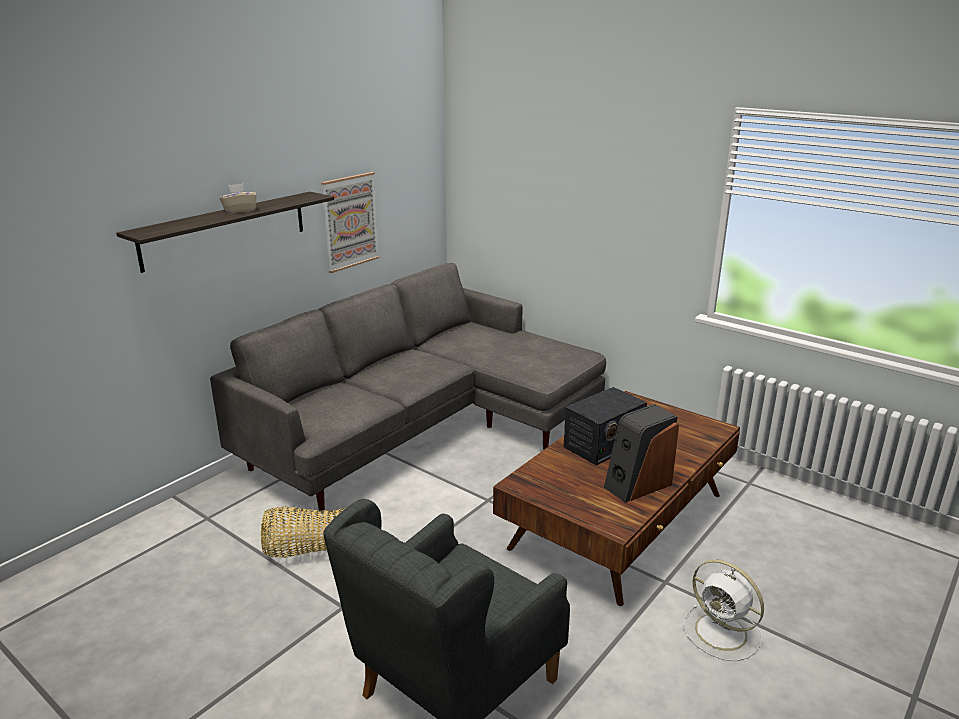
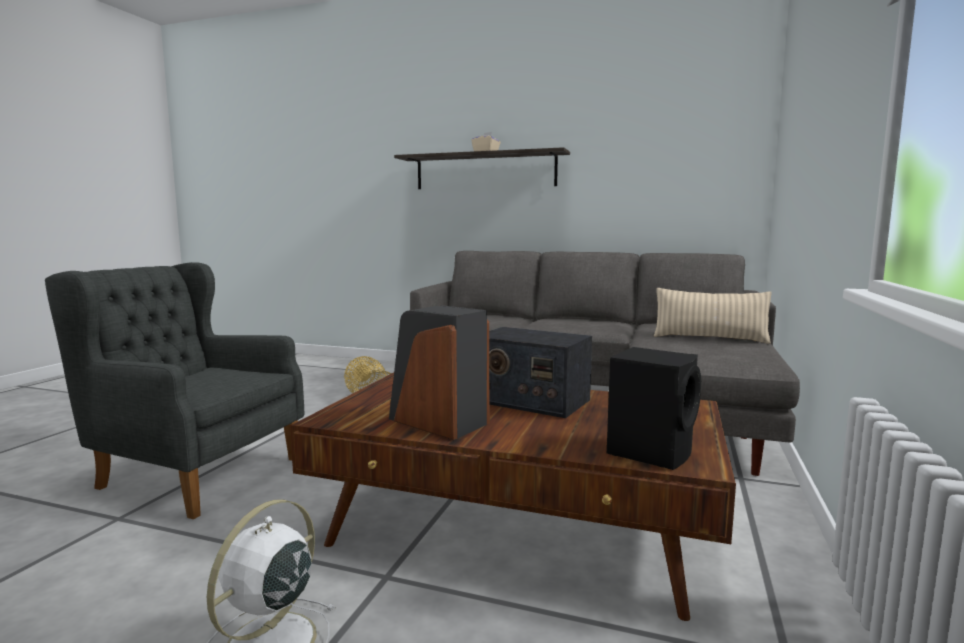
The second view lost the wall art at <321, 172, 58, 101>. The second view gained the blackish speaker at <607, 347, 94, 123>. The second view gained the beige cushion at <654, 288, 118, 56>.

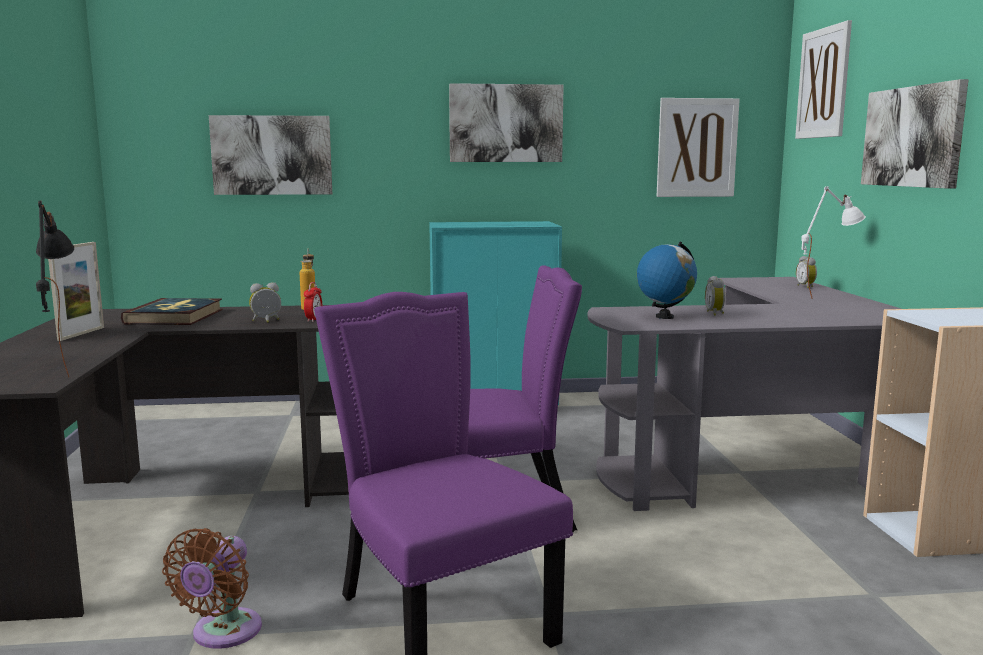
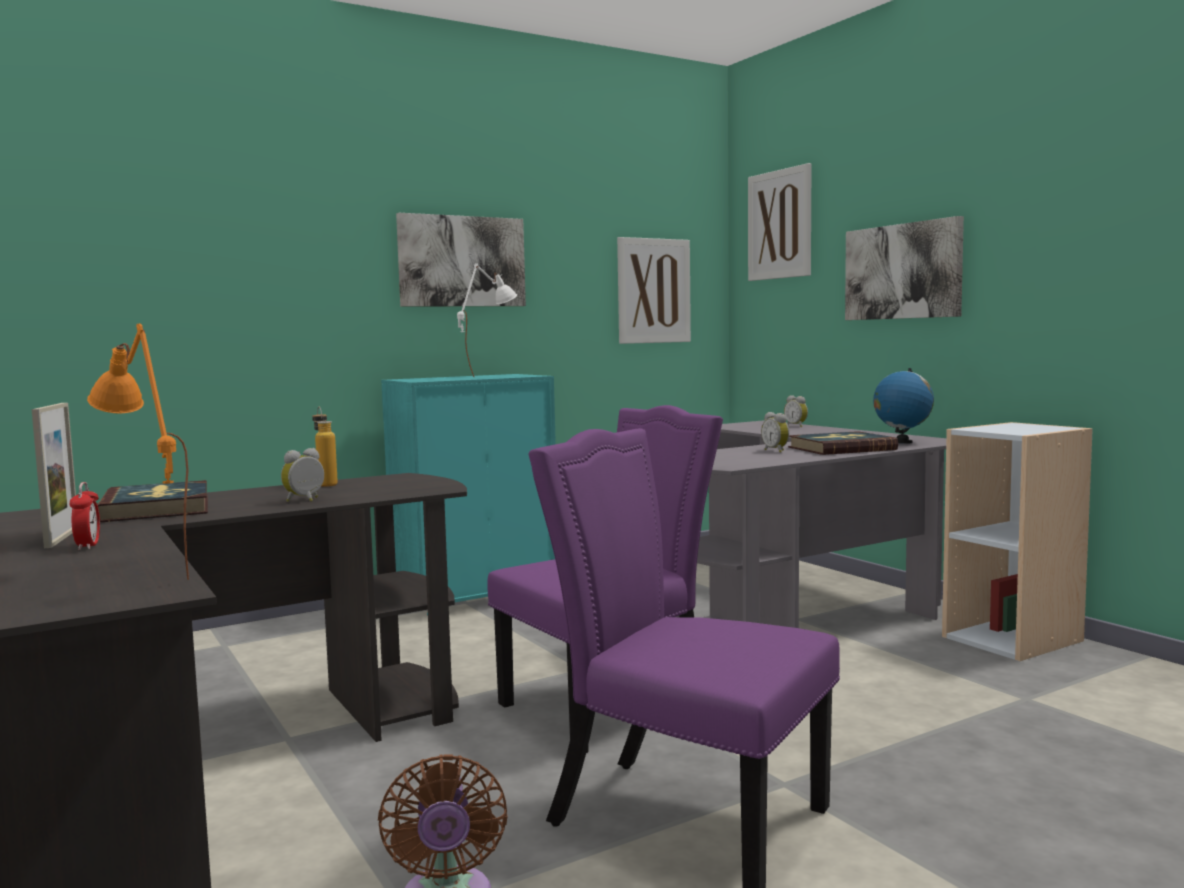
What was the blackish table lamp at <36, 200, 38, 177> turned into the orange table lamp at <87, 324, 102, 256>. The second view lost the wall art at <209, 115, 123, 80>. The alarm clock ended up elsewhere, having gone from <304, 282, 18, 40> to <69, 482, 31, 68>. The globe ended up elsewhere, having gone from <637, 241, 60, 78> to <873, 368, 61, 76>. The whitish table lamp ended up elsewhere, having gone from <801, 186, 65, 113> to <457, 263, 60, 114>. The second view gained the volume at <788, 431, 110, 24>.

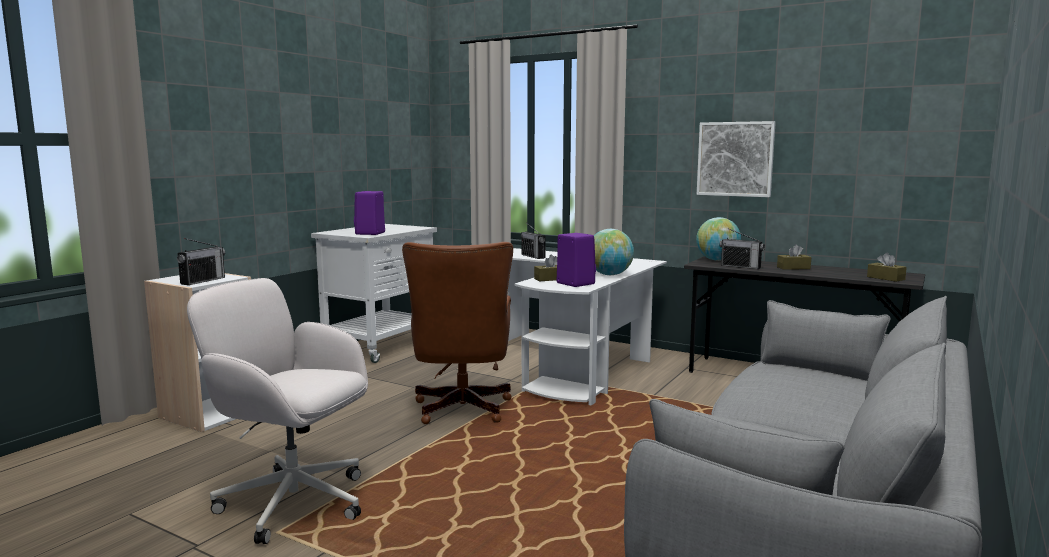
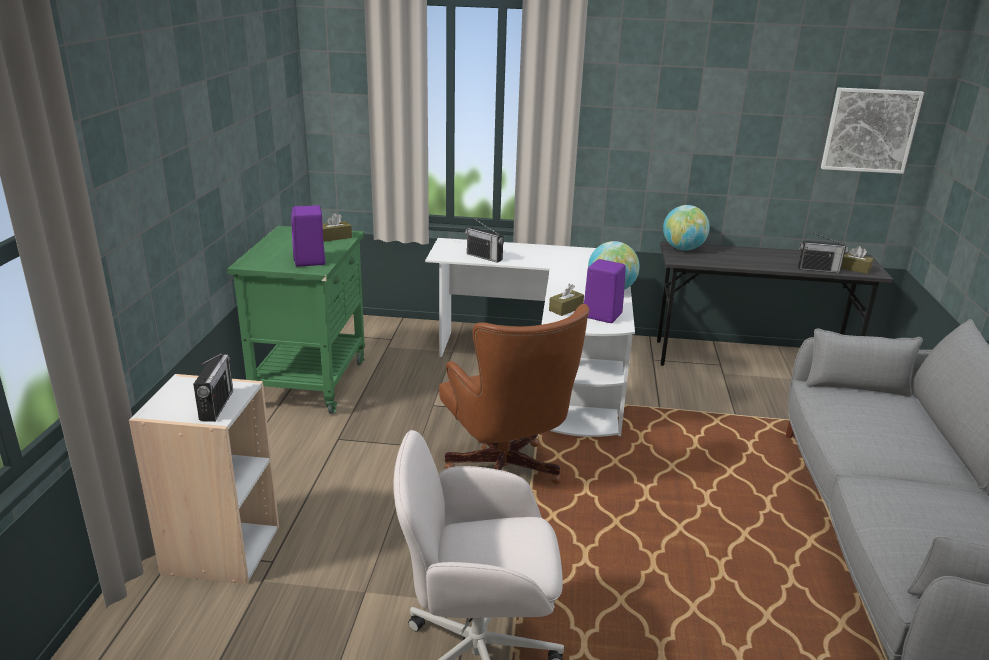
What was the whitish cart at <311, 224, 126, 139> turned into the green-coloured cart at <227, 226, 138, 188>. The wall art ended up elsewhere, having gone from <697, 121, 79, 76> to <821, 88, 103, 86>. The radio ended up elsewhere, having gone from <720, 228, 45, 41> to <798, 231, 50, 42>. The brown-coloured tissue holder ended up elsewhere, having gone from <777, 244, 34, 26> to <322, 213, 30, 29>.

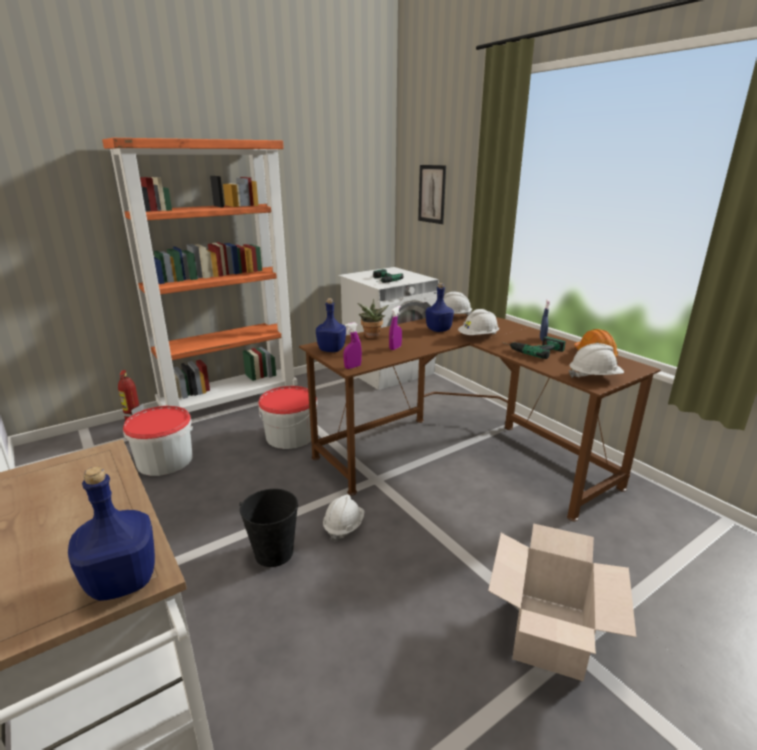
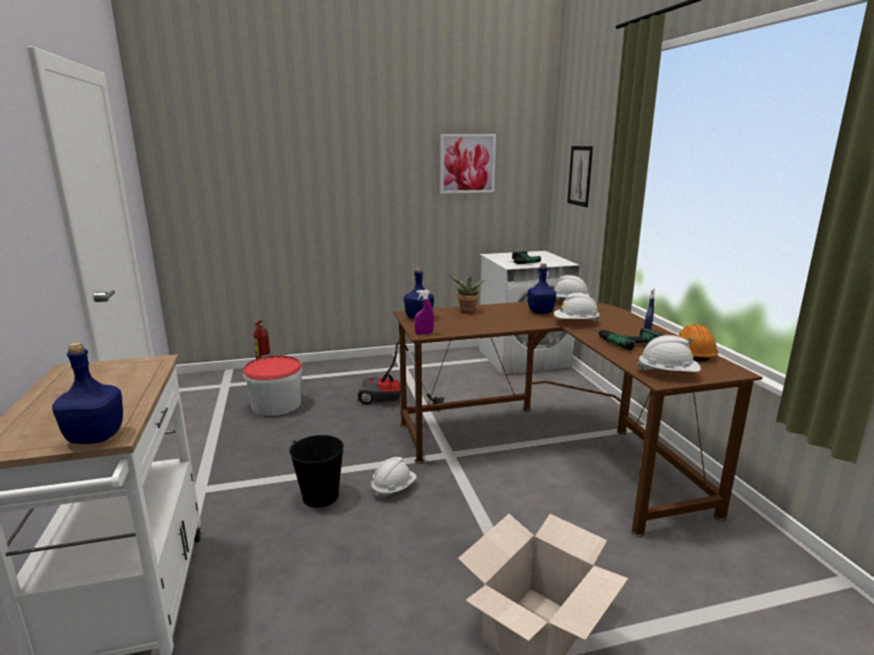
The second view lost the orange bookcase at <102, 138, 196, 274>. Where the pail stood at <258, 386, 59, 63>, the vacuum cleaner came to stand at <358, 341, 87, 71>. The second view lost the purple-coloured spray bottle at <389, 306, 13, 44>. The second view gained the wall art at <440, 134, 56, 60>.

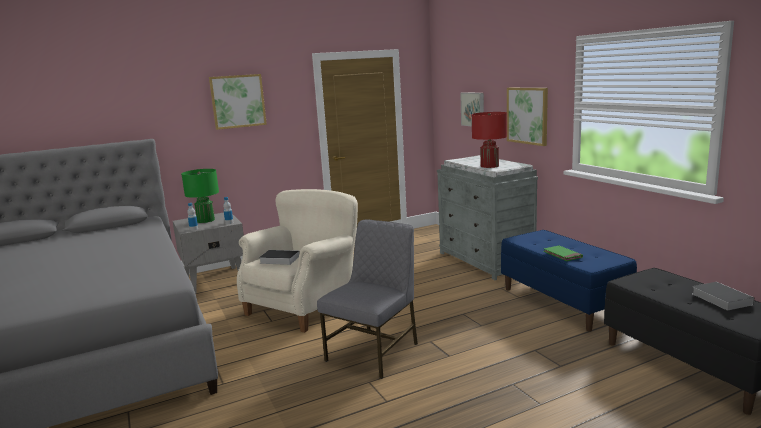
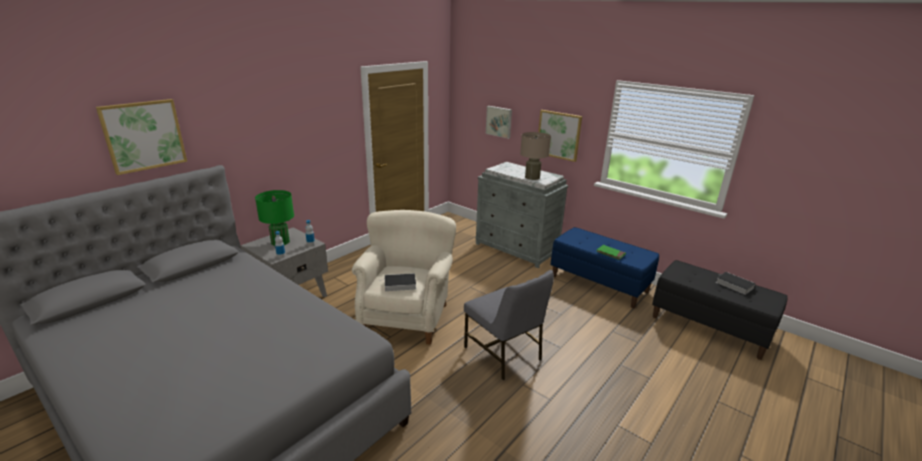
The wall art ended up elsewhere, having gone from <209, 74, 58, 56> to <96, 99, 91, 76>. The greyish chair at <317, 219, 101, 160> ended up facing another way, 135 degrees clockwise from before. What was the red table lamp at <472, 112, 35, 56> turned into the beige table lamp at <520, 132, 31, 48>.

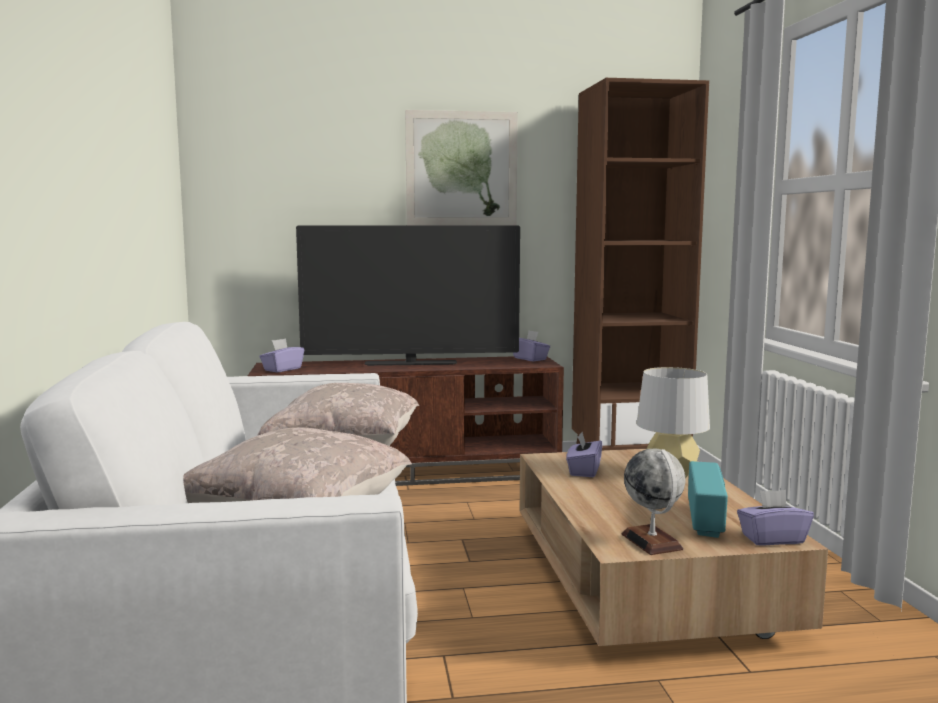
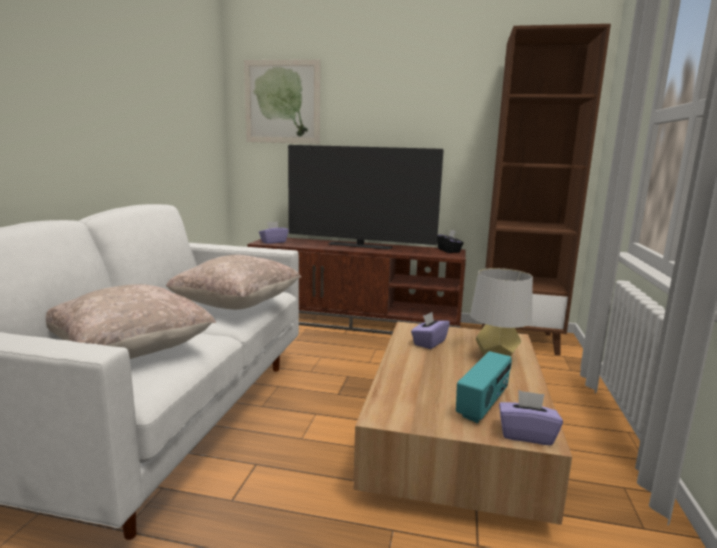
The wall art ended up elsewhere, having gone from <405, 110, 113, 115> to <244, 59, 77, 85>. What was the purple-coloured tissue holder at <513, 330, 37, 31> turned into the blackish tissue holder at <437, 230, 27, 23>. The second view lost the globe at <622, 449, 63, 106>.

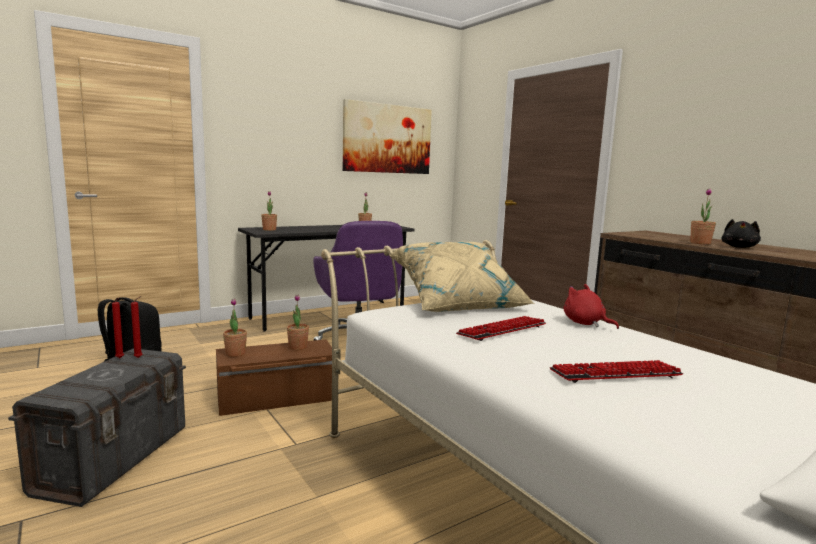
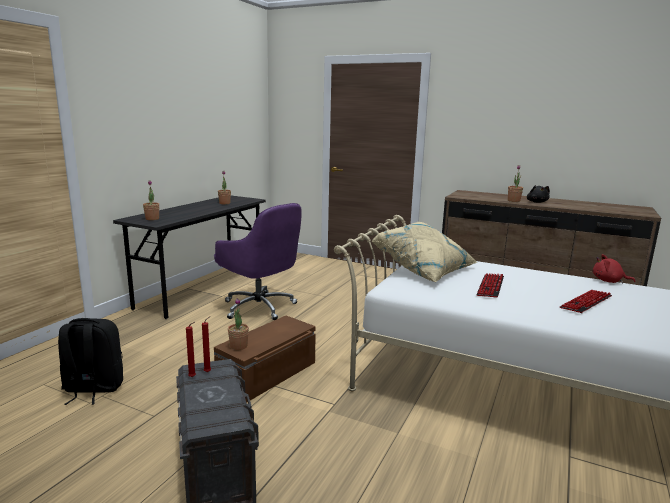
The second view lost the potted plant at <287, 294, 22, 56>. The second view lost the wall art at <343, 99, 89, 75>. The red plush toy ended up elsewhere, having gone from <564, 284, 55, 45> to <593, 254, 43, 29>.

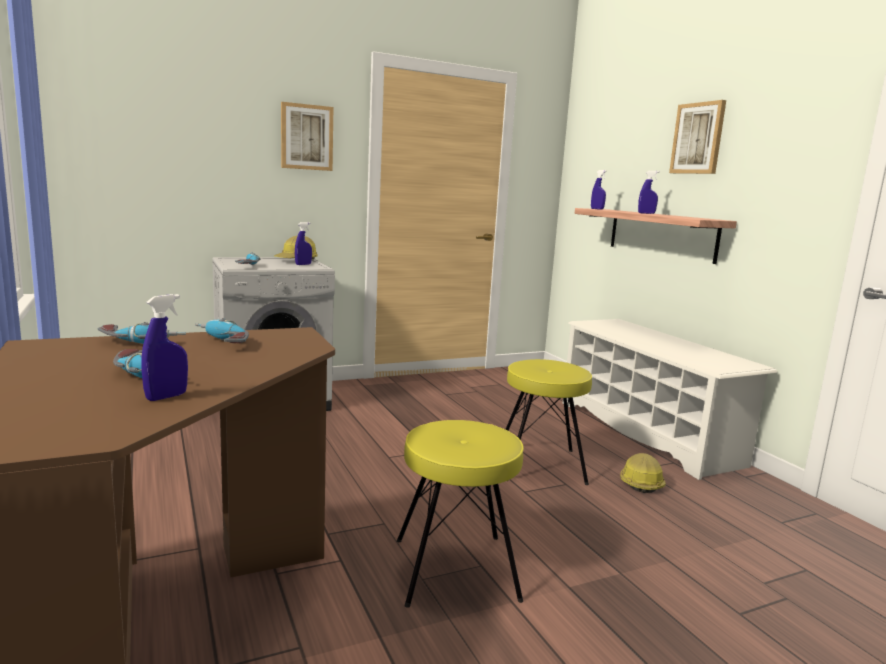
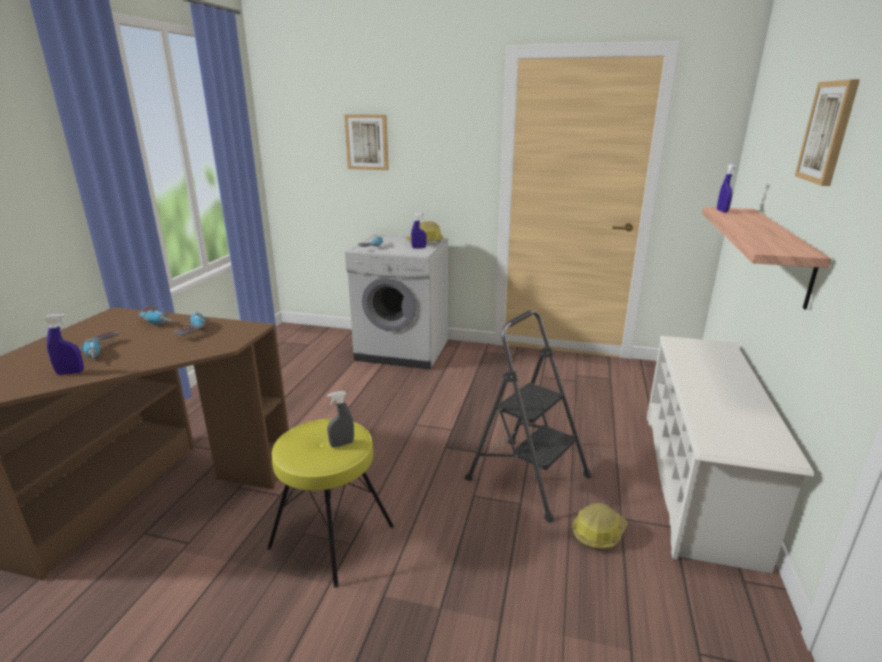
The wall art ended up elsewhere, having gone from <281, 102, 52, 69> to <344, 114, 45, 56>. Where the yellow stool stood at <505, 359, 87, 126>, the blackish stepladder came to stand at <464, 310, 128, 213>. The second view lost the bluish spray bottle at <638, 171, 21, 43>. The second view gained the greyish spray bottle at <327, 391, 27, 57>.

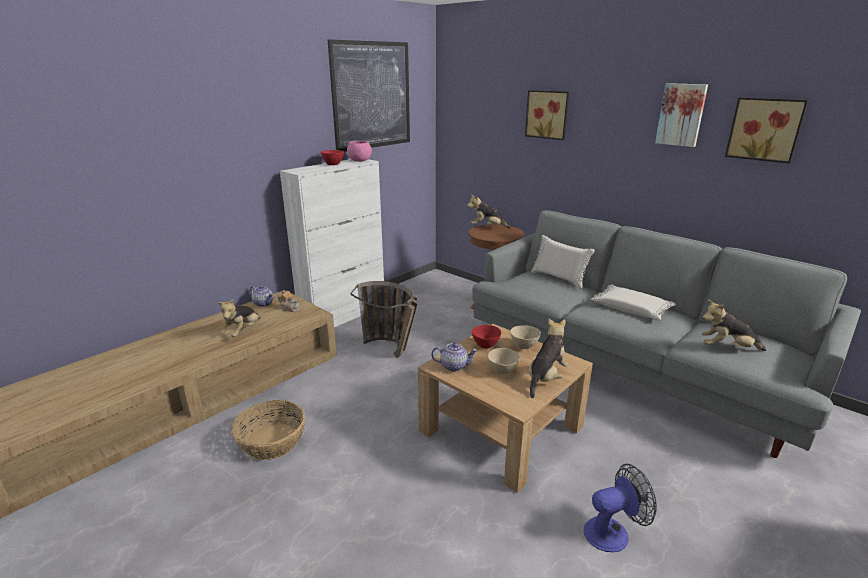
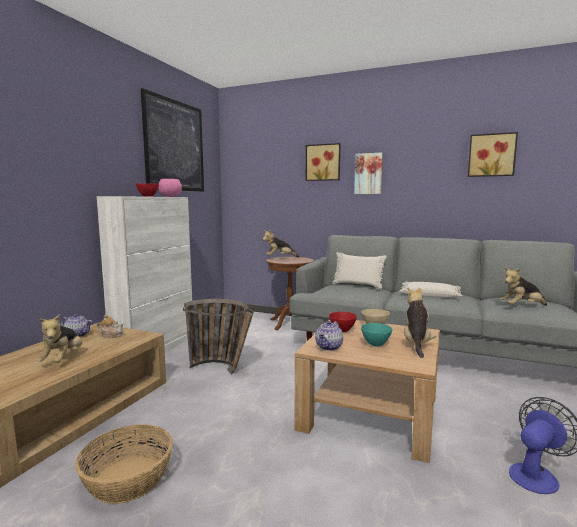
The tea pot at <431, 343, 47, 29> ended up facing another way, 135 degrees clockwise from before. What was the beige bowl at <488, 348, 32, 26> turned into the turquoise-coloured bowl at <361, 323, 32, 23>. The wall art ended up elsewhere, having gone from <655, 83, 53, 64> to <354, 153, 29, 41>.

